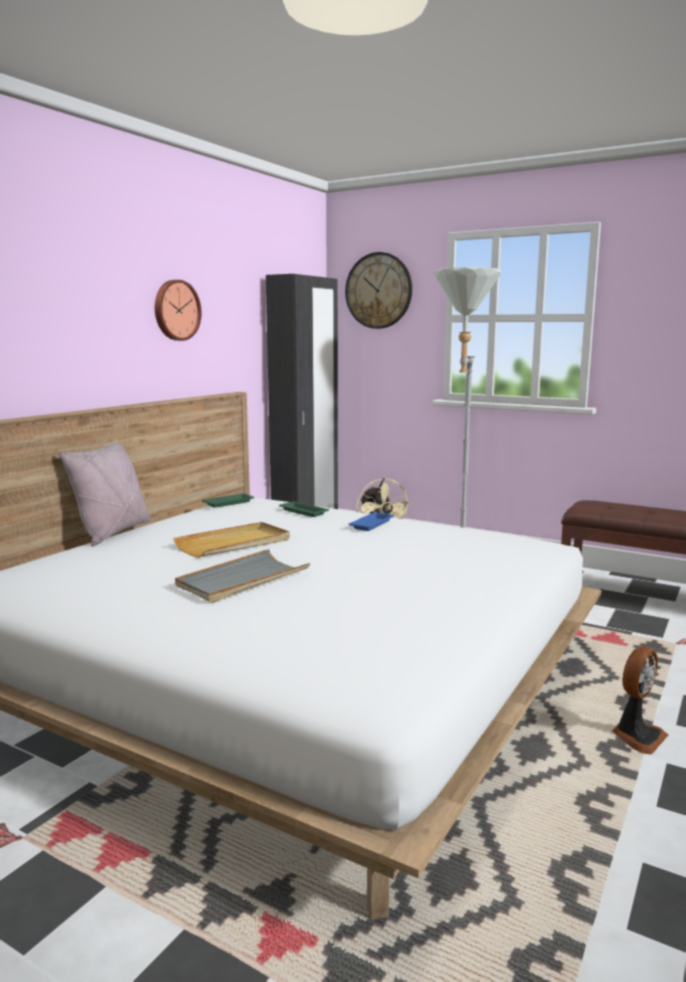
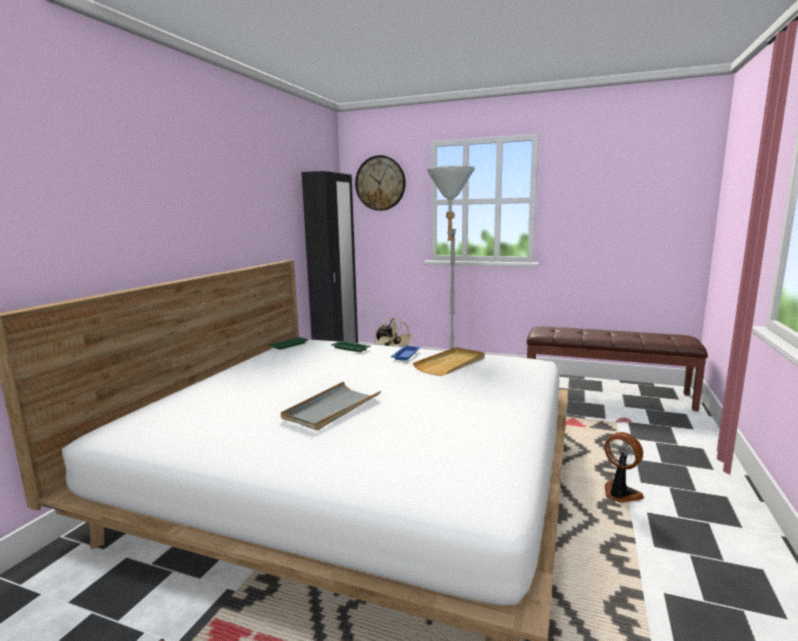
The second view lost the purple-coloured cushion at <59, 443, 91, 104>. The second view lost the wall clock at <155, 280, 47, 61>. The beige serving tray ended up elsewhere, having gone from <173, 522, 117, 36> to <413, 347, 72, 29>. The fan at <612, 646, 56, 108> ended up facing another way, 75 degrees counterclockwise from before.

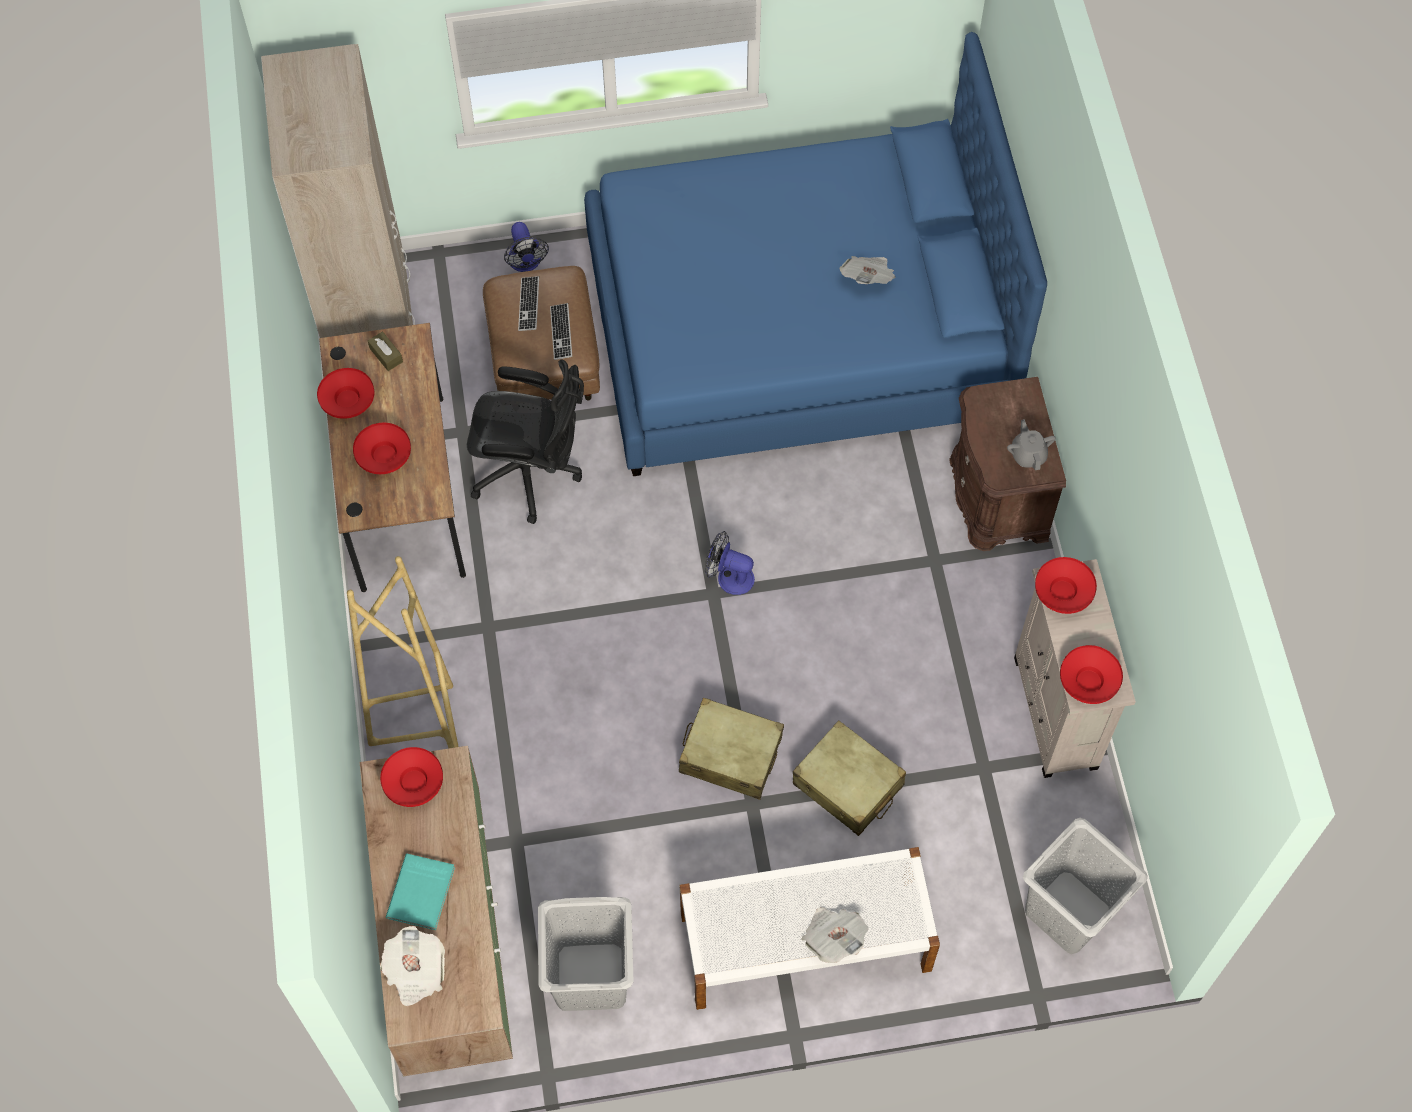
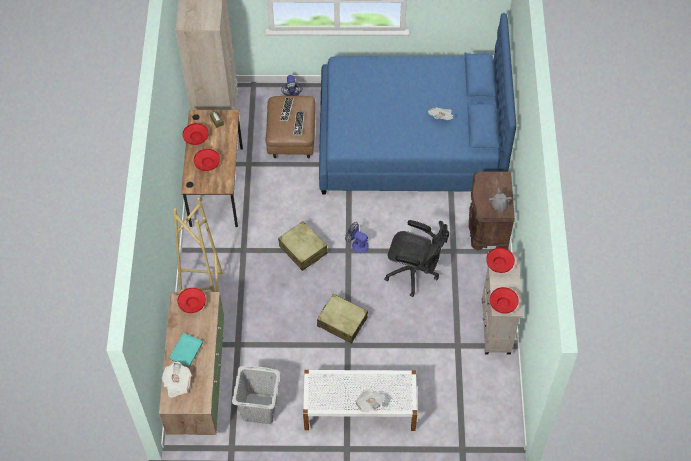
The desk chair ended up elsewhere, having gone from <467, 360, 117, 164> to <384, 220, 65, 77>. The beige piece of luggage ended up elsewhere, having gone from <793, 720, 113, 116> to <278, 221, 50, 50>. The second view lost the greyish washing basket at <1023, 818, 125, 136>.

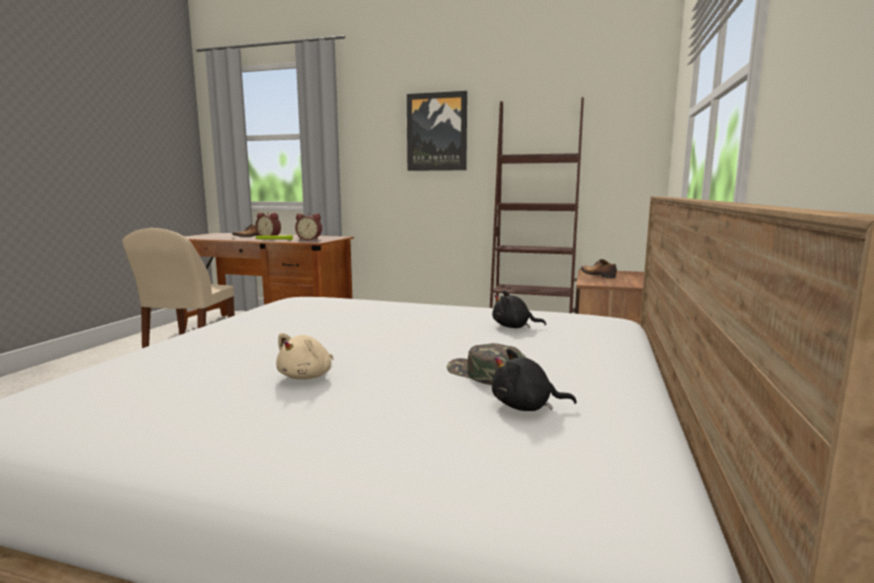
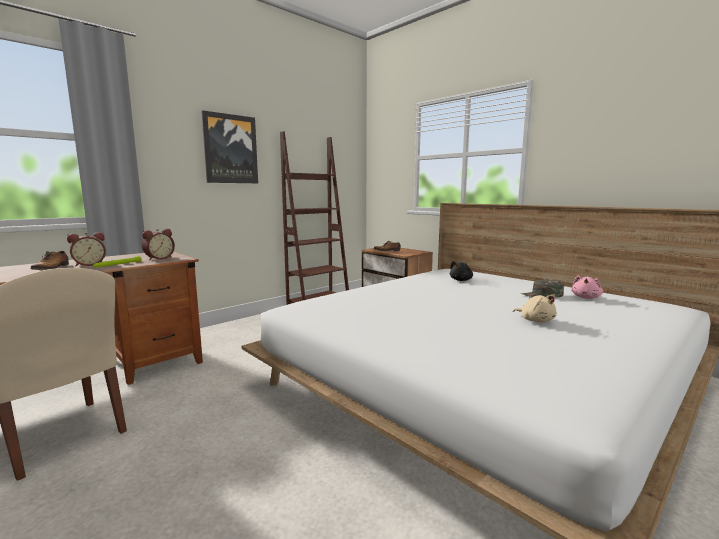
What was the blackish plush toy at <492, 349, 85, 62> turned into the pink-coloured plush toy at <572, 275, 31, 24>.

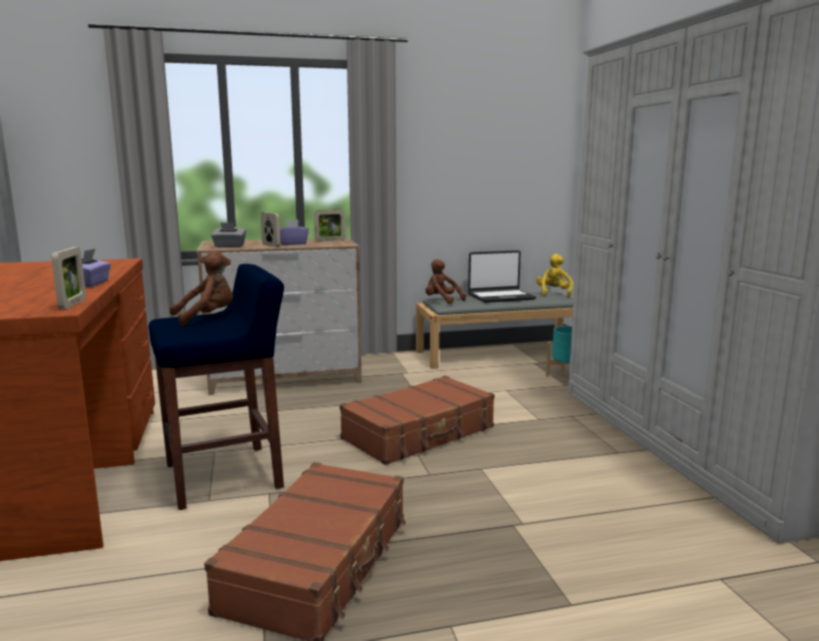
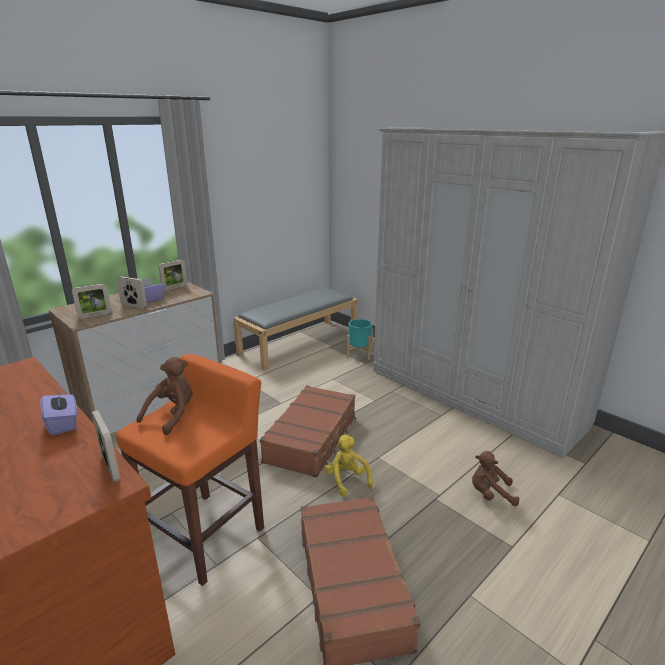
What was the bluish stool at <149, 264, 135, 246> turned into the orange stool at <116, 354, 148, 232>. Where the greyish tissue holder stood at <211, 222, 35, 25>, the standing frame came to stand at <72, 283, 40, 36>. The brown-coloured plush toy ended up elsewhere, having gone from <425, 259, 41, 45> to <472, 451, 47, 55>. The second view lost the laptop at <468, 250, 68, 53>. The yellow plush toy ended up elsewhere, having gone from <536, 254, 37, 43> to <324, 435, 49, 62>.

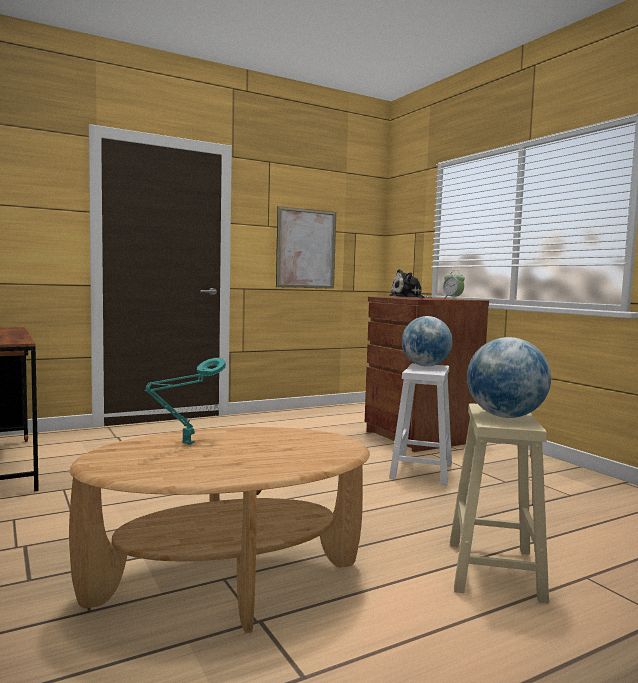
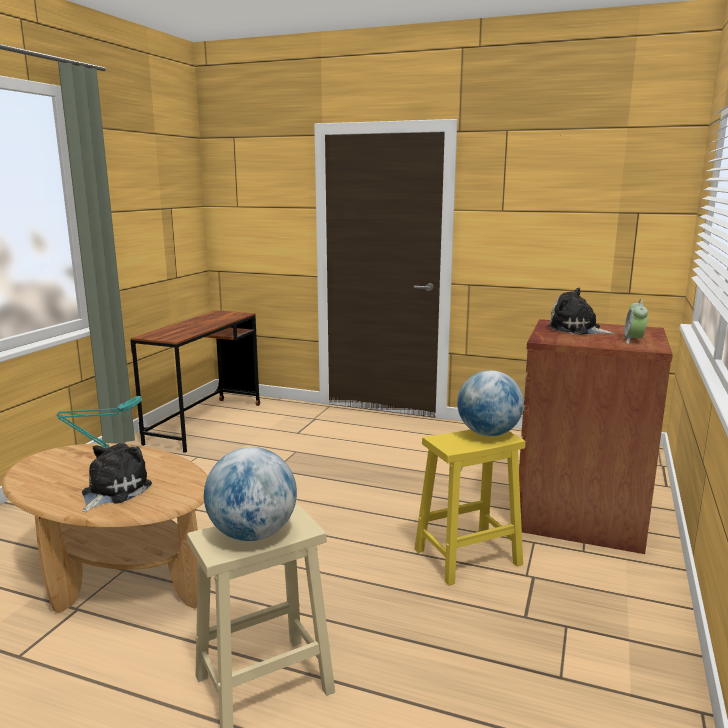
The second view lost the wall art at <276, 206, 60, 83>. What was the whitish stool at <389, 363, 63, 122> turned into the yellow stool at <414, 429, 111, 157>. The second view gained the plush toy at <82, 443, 70, 69>.

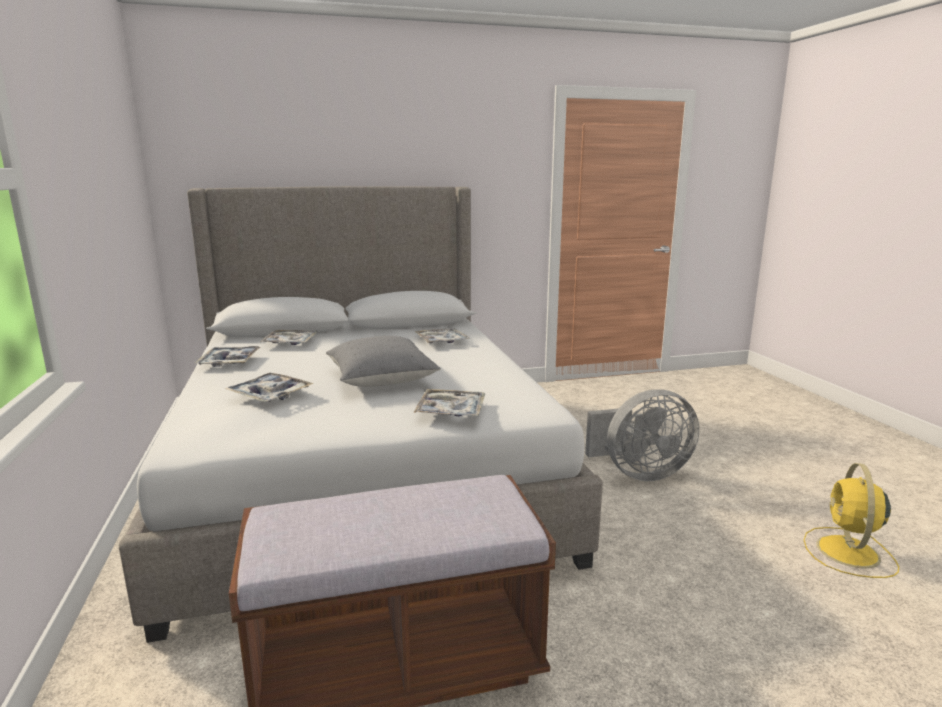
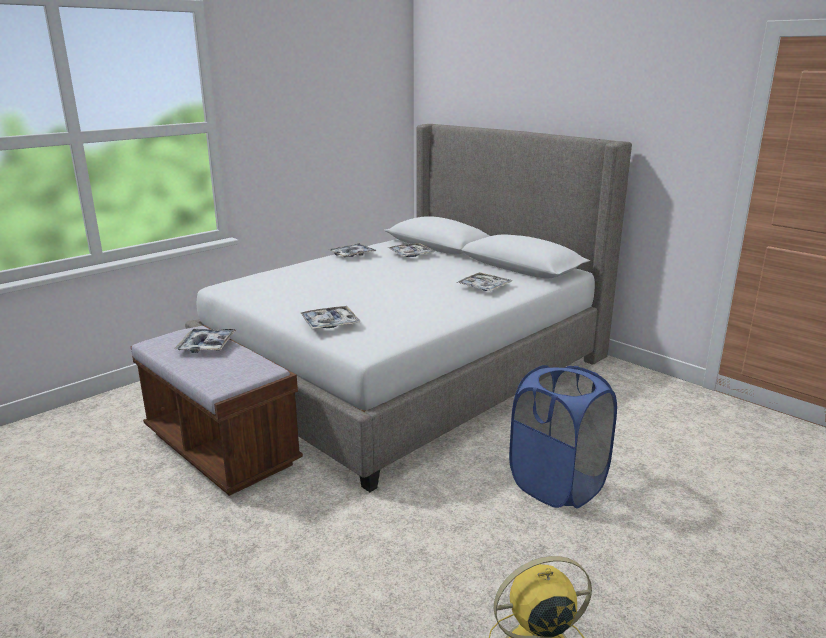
The serving tray ended up elsewhere, having gone from <225, 373, 89, 29> to <174, 329, 62, 24>. The second view lost the greyish cushion at <326, 336, 115, 51>. Where the greyish fan stood at <585, 389, 114, 92>, the bluish washing basket came to stand at <509, 365, 108, 144>.

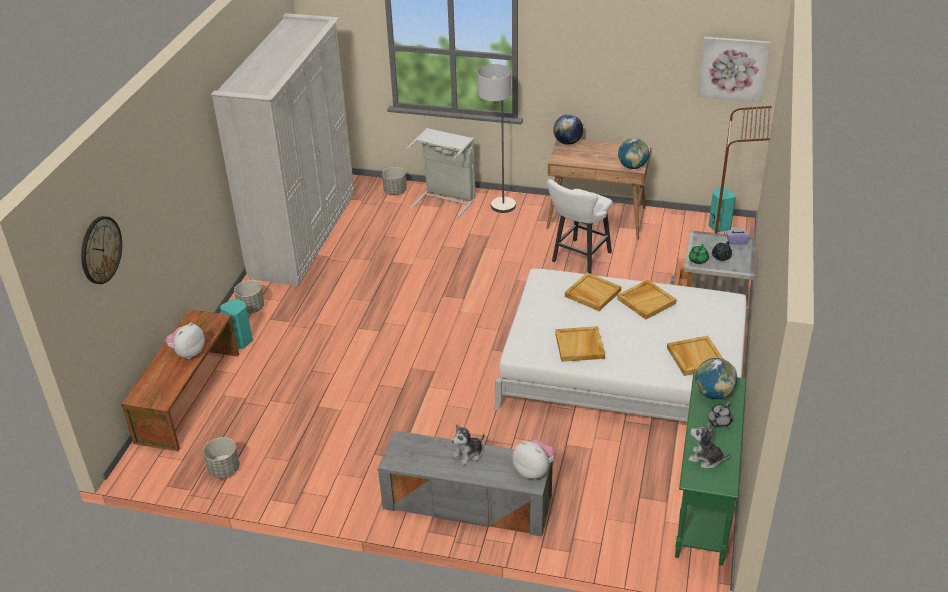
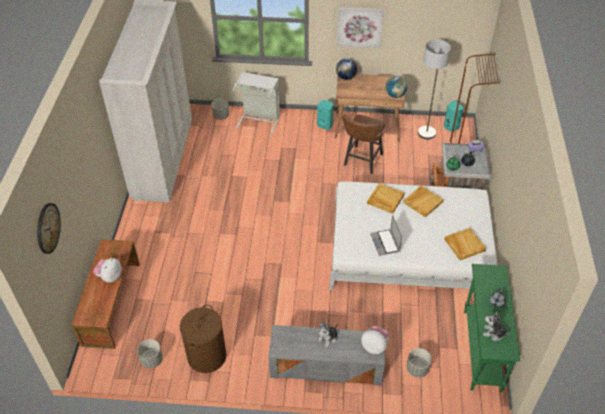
The turquoise-coloured speaker ended up elsewhere, having gone from <220, 299, 33, 50> to <317, 100, 16, 30>. The greyish flower pot ended up elsewhere, having gone from <234, 280, 30, 34> to <406, 348, 26, 30>. The greyish standing lamp ended up elsewhere, having gone from <477, 64, 39, 149> to <418, 40, 33, 99>. What was the whitish stool at <547, 179, 66, 95> turned into the brown-coloured stool at <342, 114, 43, 60>. Where the beige serving tray stood at <555, 326, 50, 36>, the laptop came to stand at <370, 215, 32, 41>. The second view lost the globe at <695, 358, 43, 41>. The wall art ended up elsewhere, having gone from <697, 37, 74, 65> to <337, 7, 47, 41>. The second view gained the brown-coloured washing basket at <180, 305, 47, 68>.

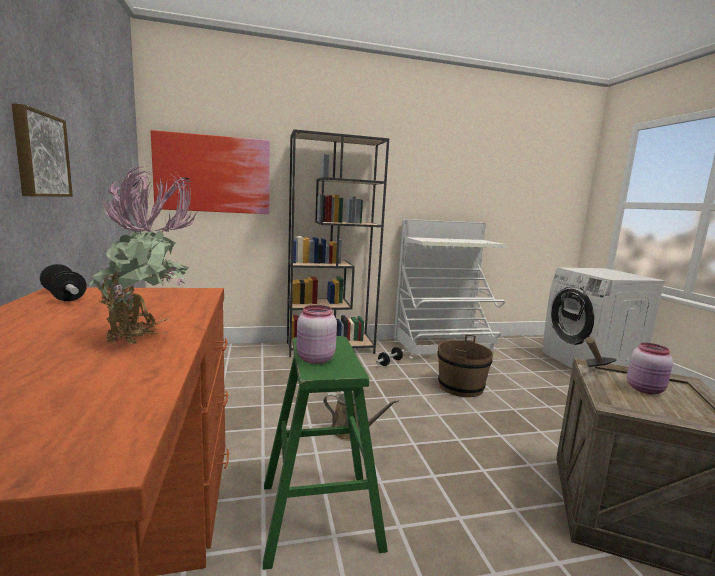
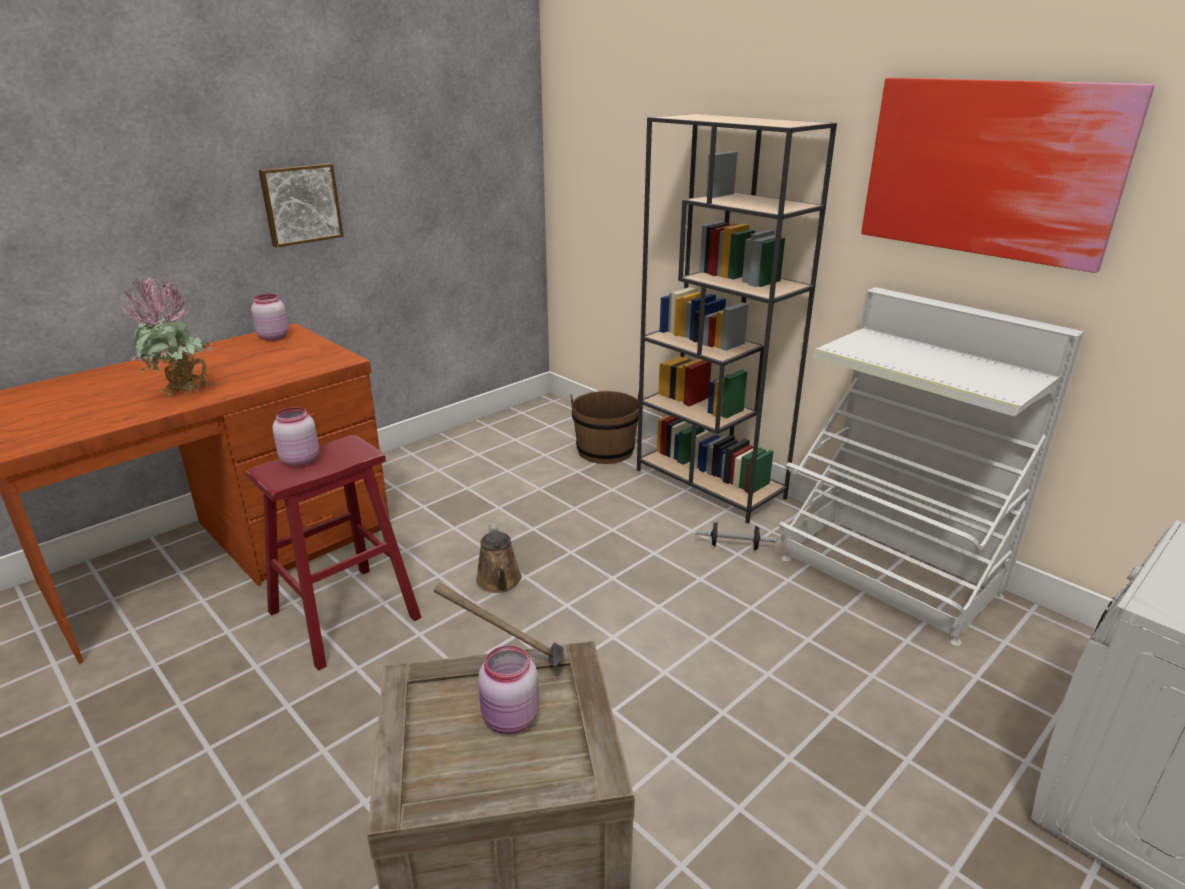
Where the hand weight stood at <40, 264, 47, 37>, the pink-coloured storage jar came to stand at <251, 294, 38, 47>. The wall art ended up elsewhere, having gone from <151, 130, 119, 84> to <861, 78, 294, 195>. What was the green-coloured stool at <263, 336, 125, 234> turned into the red stool at <246, 435, 175, 236>. The brown-coloured pail ended up elsewhere, having gone from <437, 334, 56, 63> to <570, 391, 69, 73>.

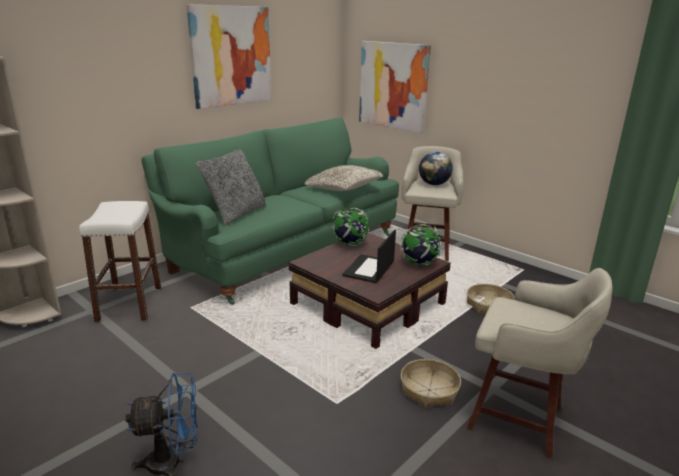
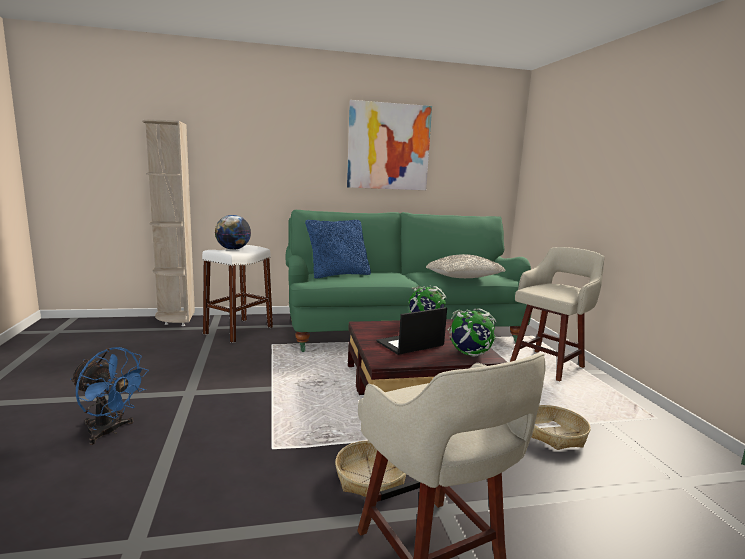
What was the greyish cushion at <196, 149, 70, 76> turned into the bluish cushion at <305, 220, 66, 59>. The second view lost the wall art at <359, 41, 72, 92>. The globe ended up elsewhere, having gone from <419, 152, 34, 33> to <215, 215, 36, 35>.

